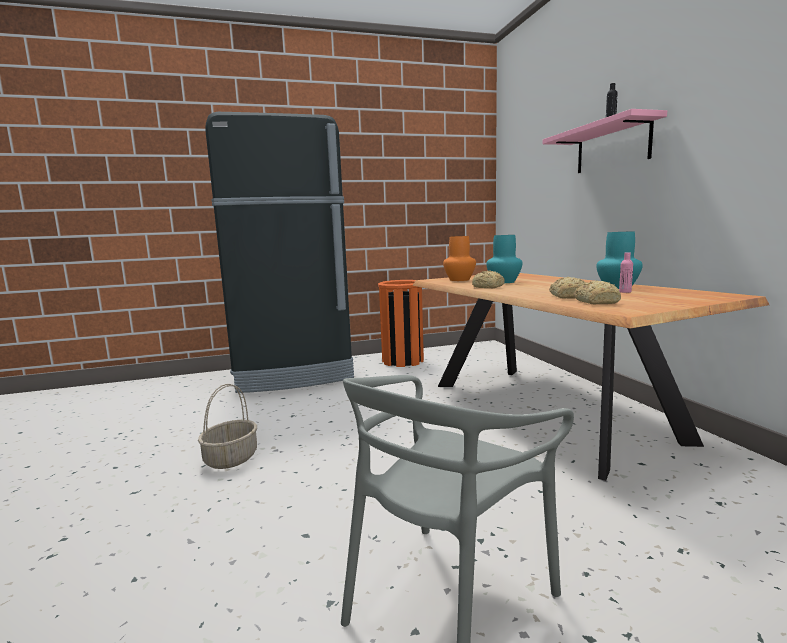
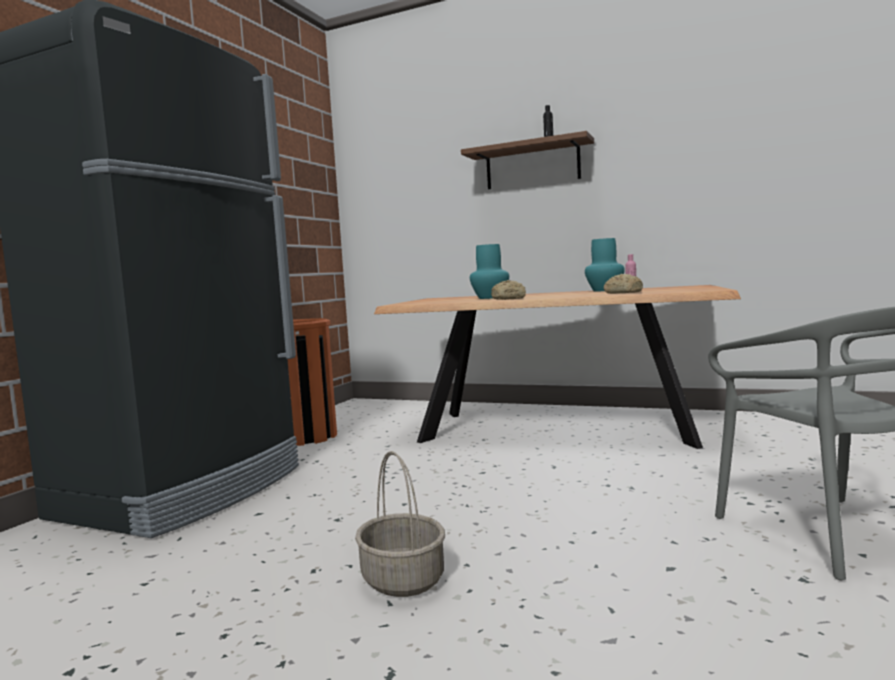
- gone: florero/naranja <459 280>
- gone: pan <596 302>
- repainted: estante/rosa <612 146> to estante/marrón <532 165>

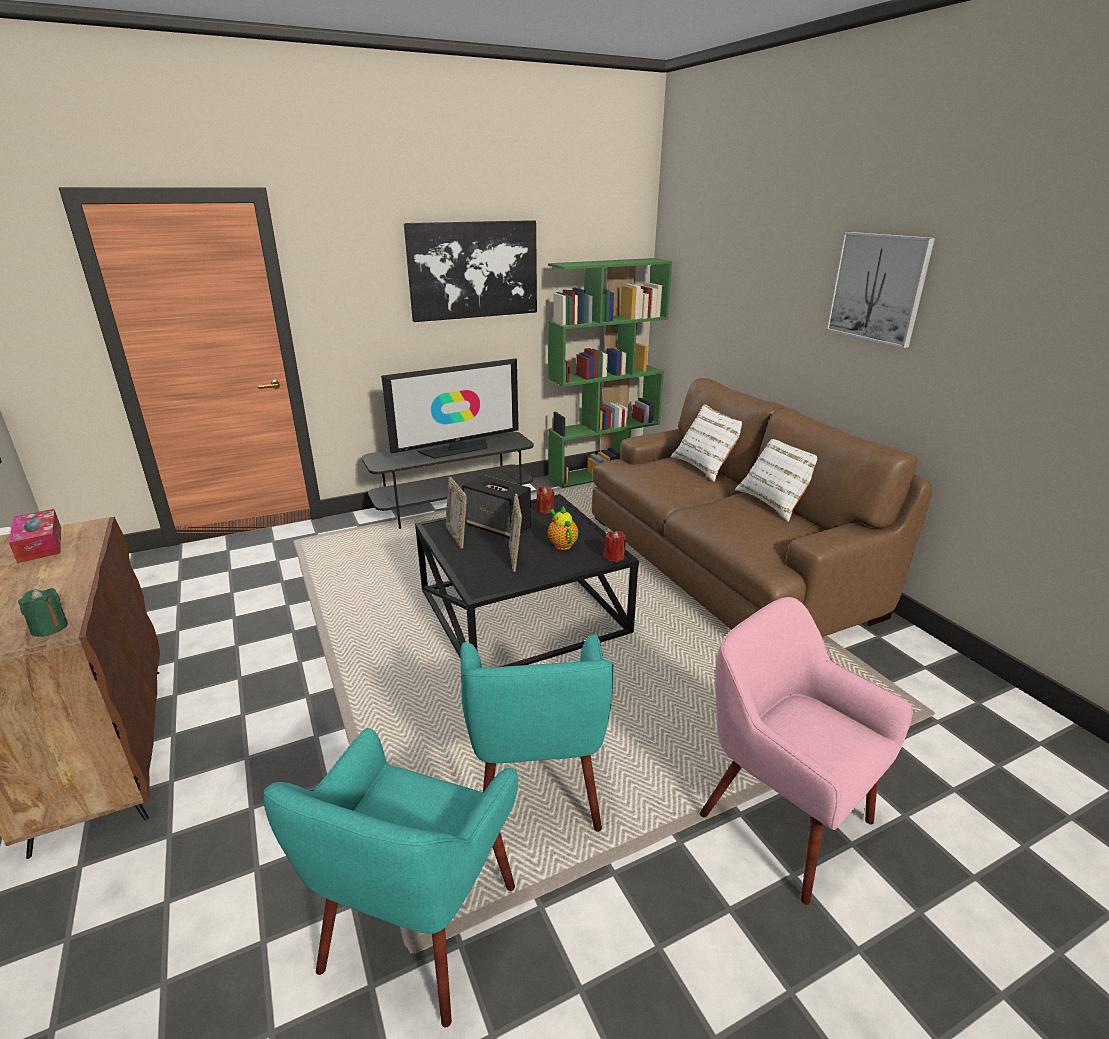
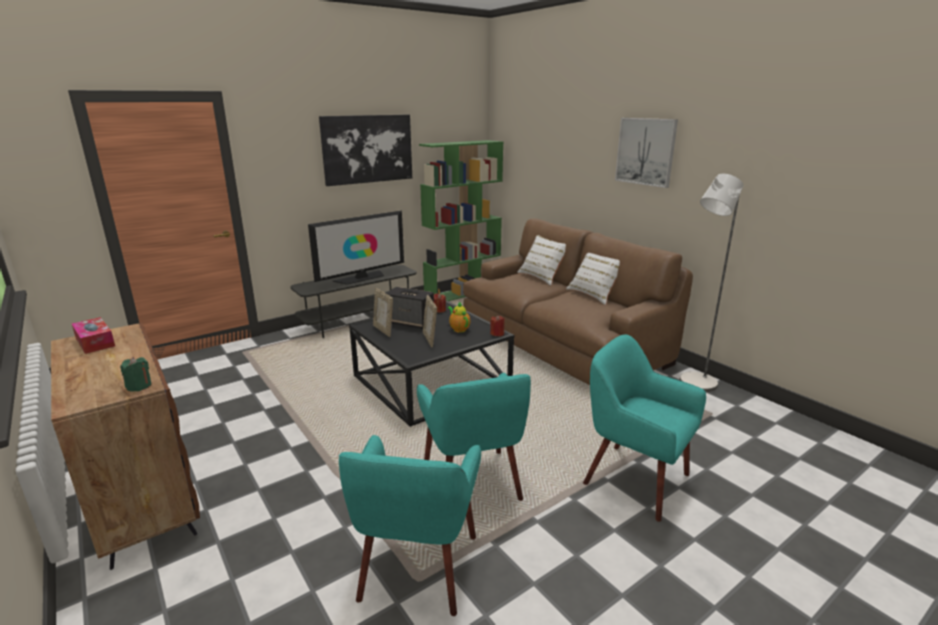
- new: lámpara de pie/gris <694 384>
- repainted: sillón/rosa <782 818> to sillón/turquesa <634 479>

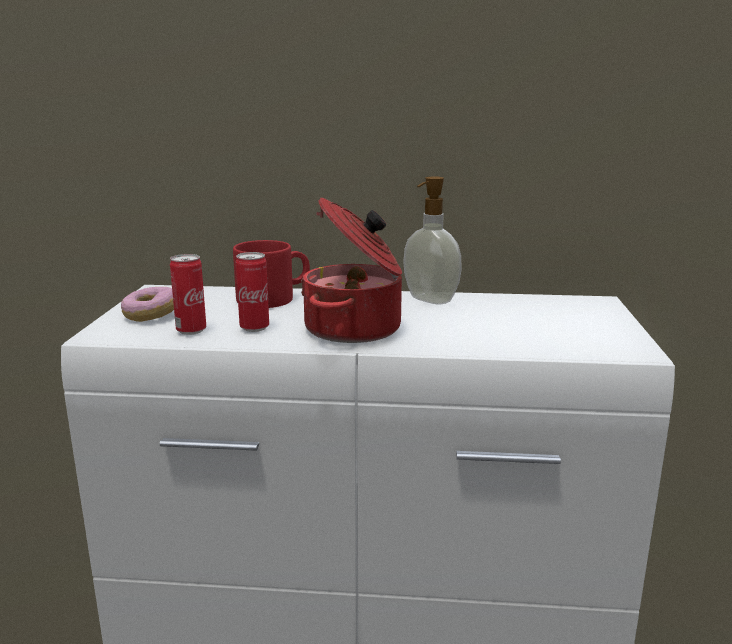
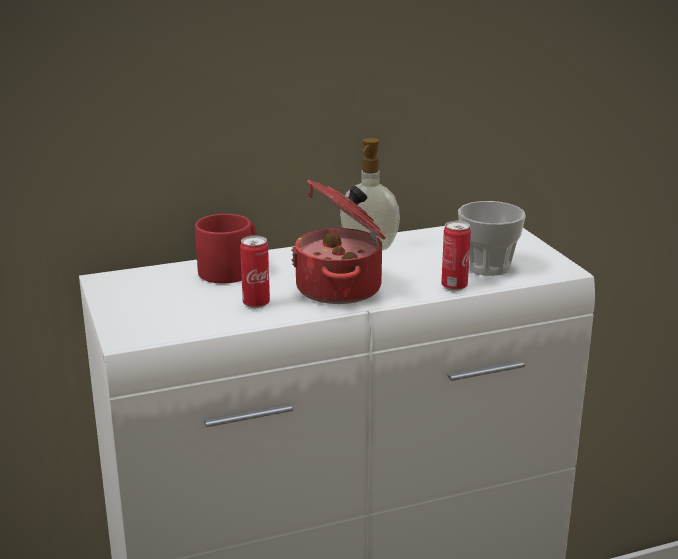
- gone: rosquilla <150 315>
- new: taza <487 266>
- shifted: lata <191 331> to <454 286>

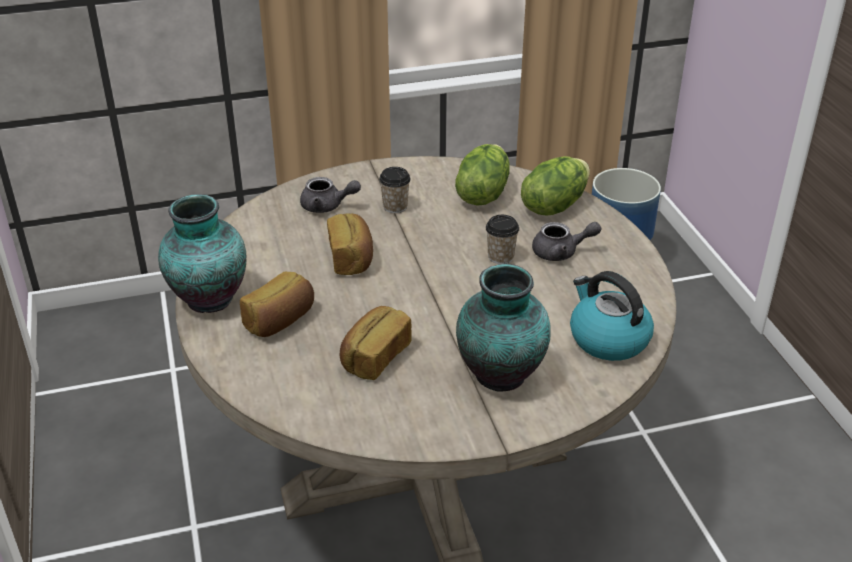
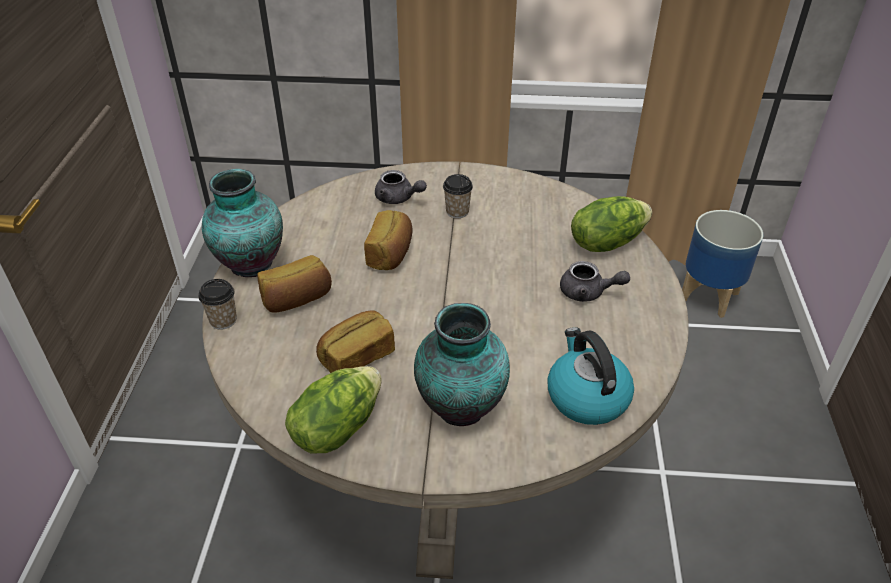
- shifted: lechuga <482 194> to <336 427>
- shifted: taza <500 257> to <223 320>

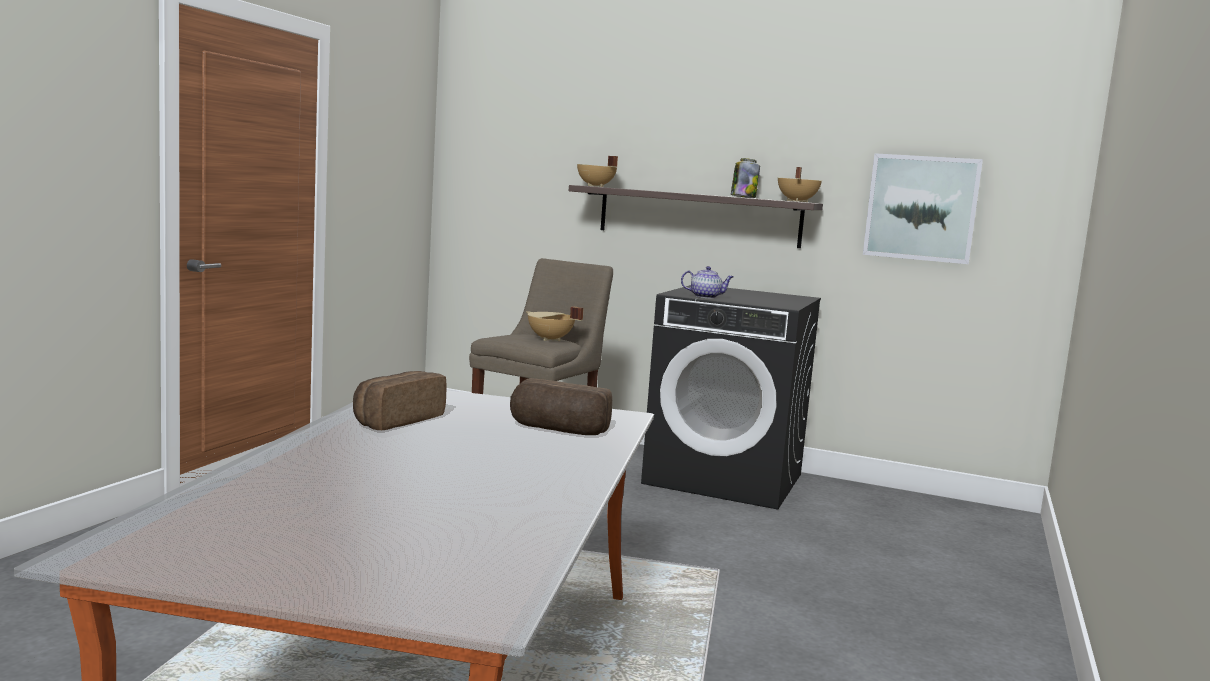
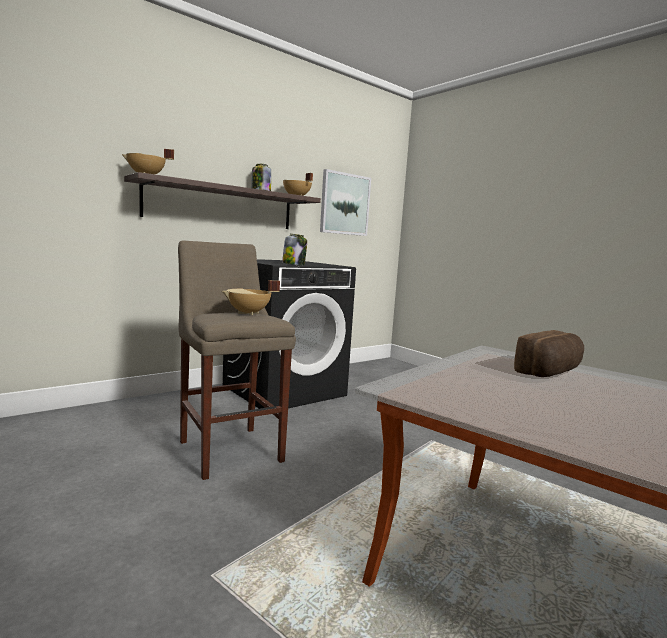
- gone: pan <396 420>
- swapped: tetera <706 297> to tarro <294 264>

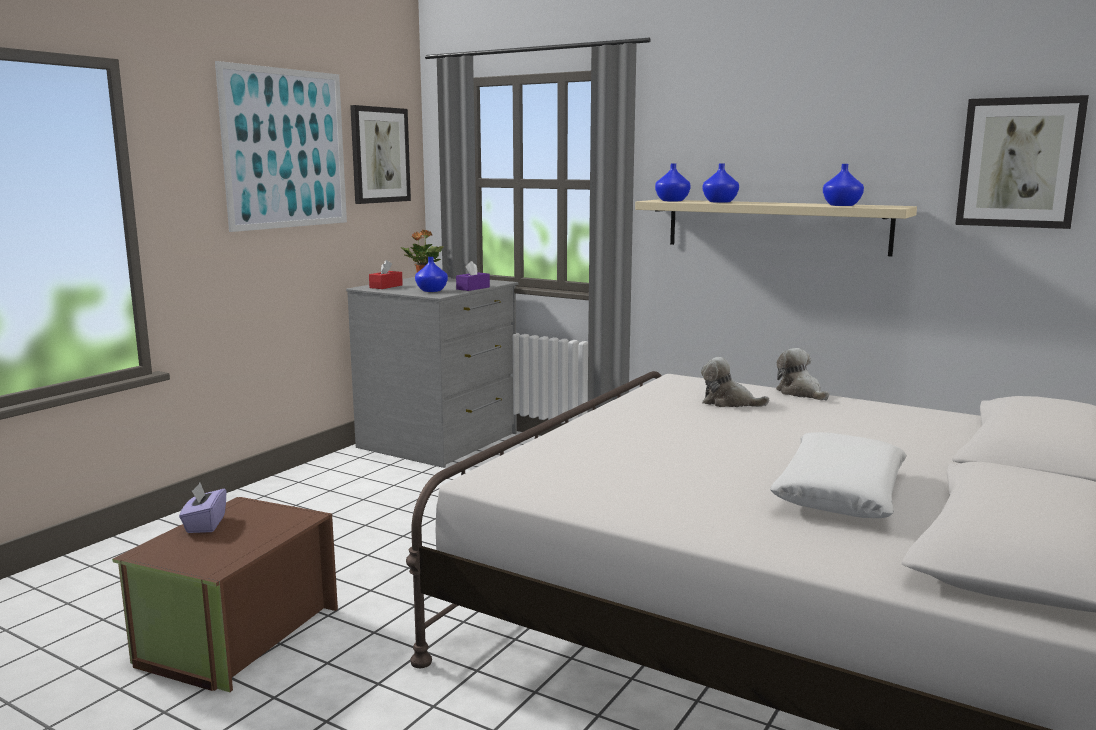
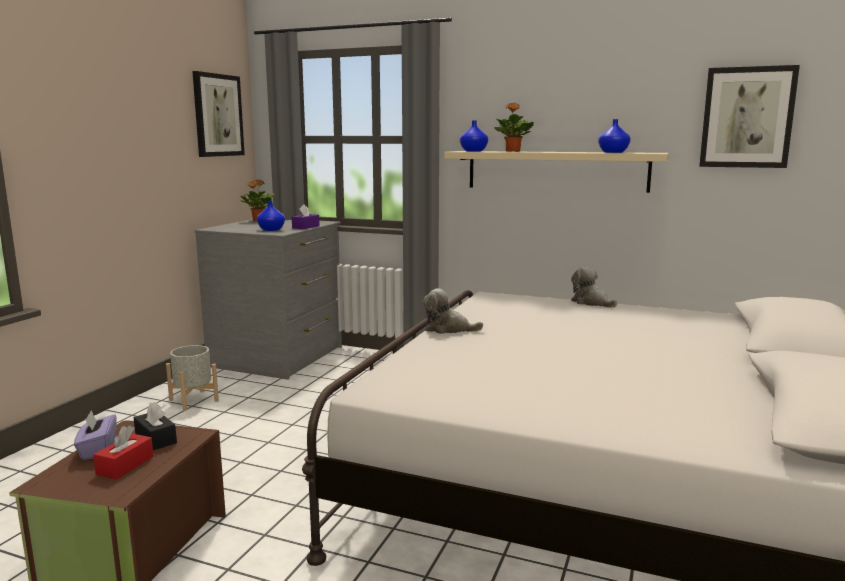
- gone: cuadro <286 149>
- gone: cojín/blanco <839 492>
- new: caja de pañuelos/negro <156 439>
- new: maceta/gris <193 400>
- shifted: caja de pañuelos/rojo <386 286> to <125 465>
- shifted: peluche <728 403> to <448 329>
- swapped: florero/azul <719 202> to planta en maceta <512 151>

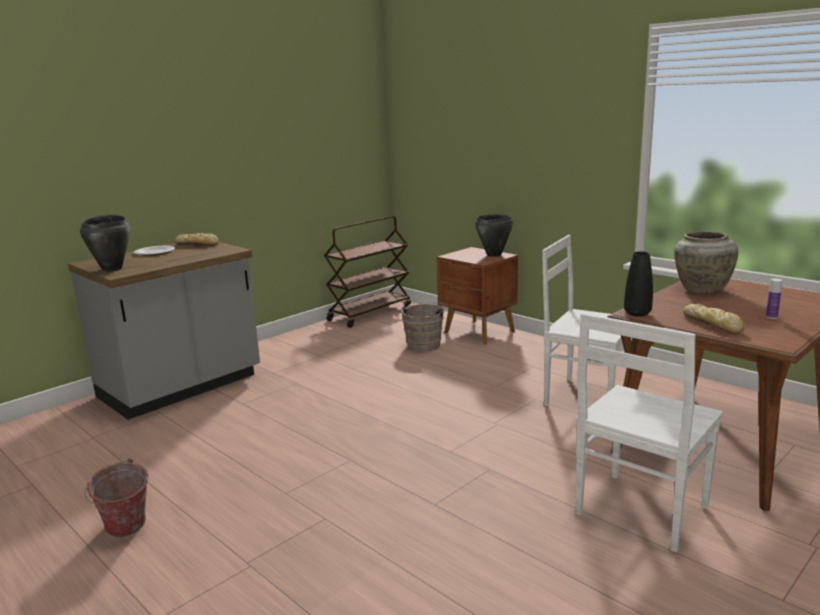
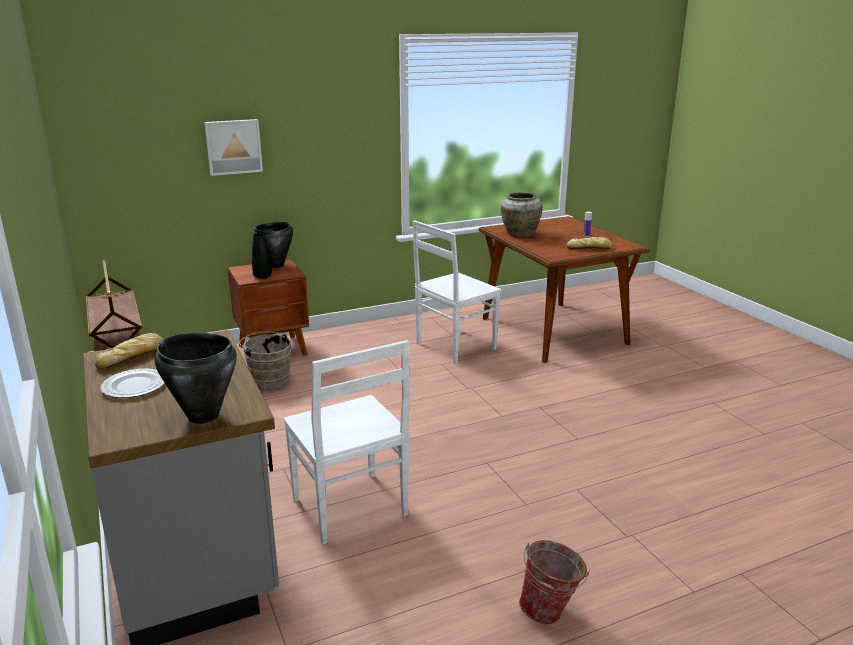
- new: cuadro <233 146>
- shifted: silla/blanco <639 512> to <350 509>
- shifted: florero/negro <637 313> to <262 276>

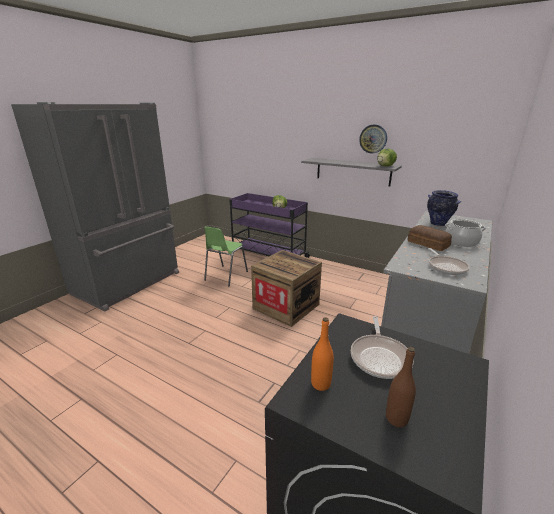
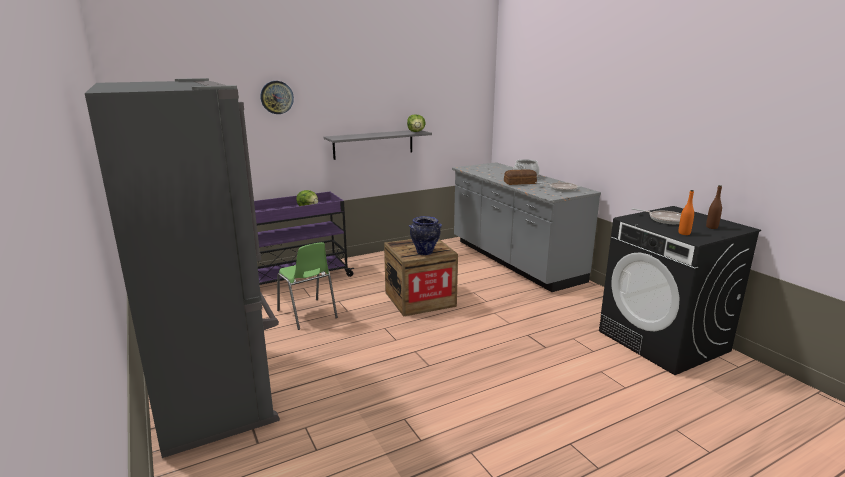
- shifted: reloj de pared <373 139> to <276 97>
- shifted: florero <438 224> to <425 252>

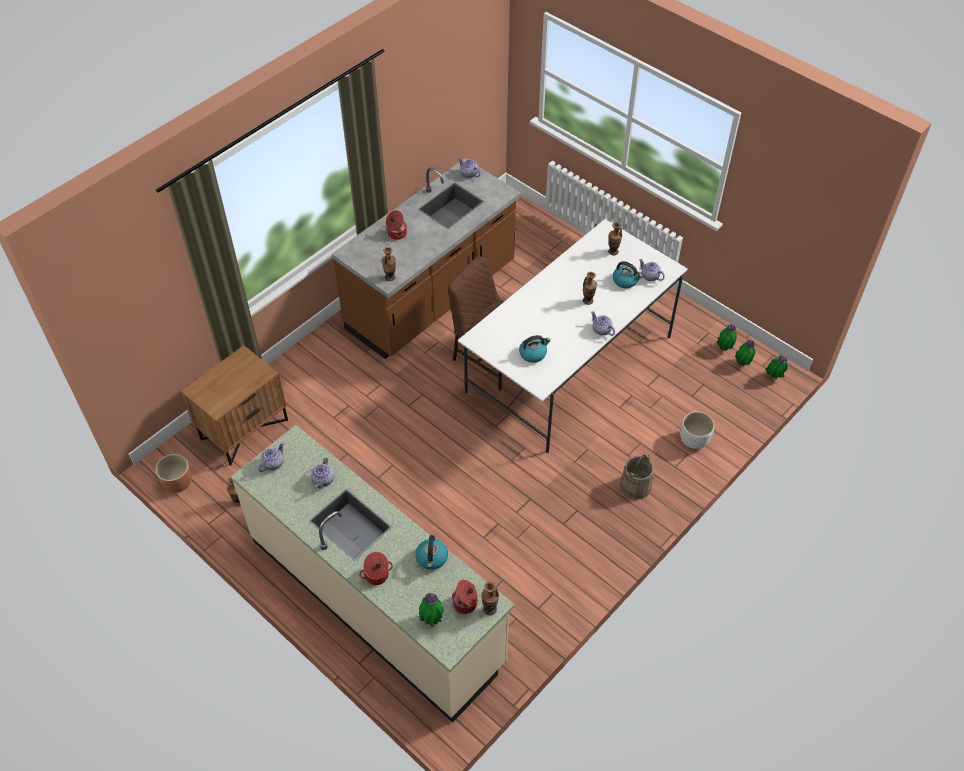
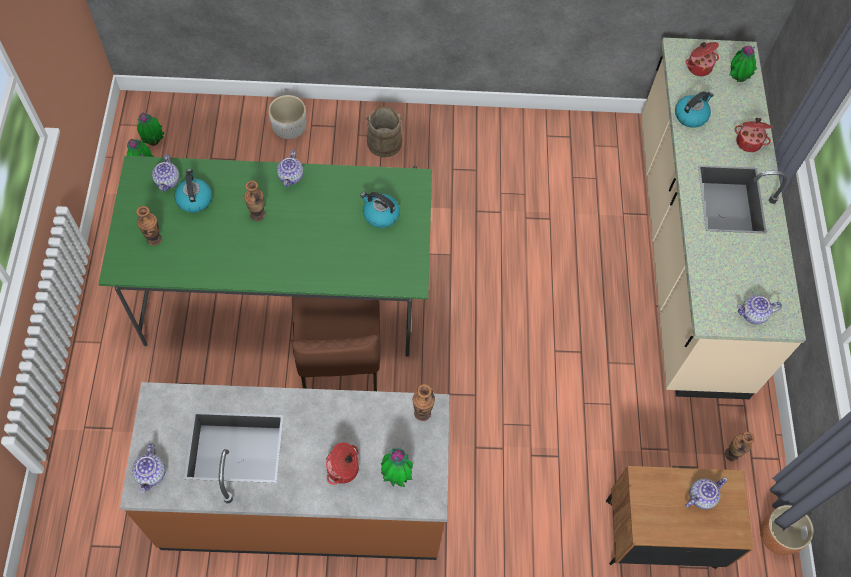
- gone: florero <489 609>
- shifted: tetera <323 479> to <701 497>
- shifted: planta en maceta <773 377> to <396 475>
- repainted: mesa de comedor/blanco <569 364> to mesa de comedor/verde <283 286>

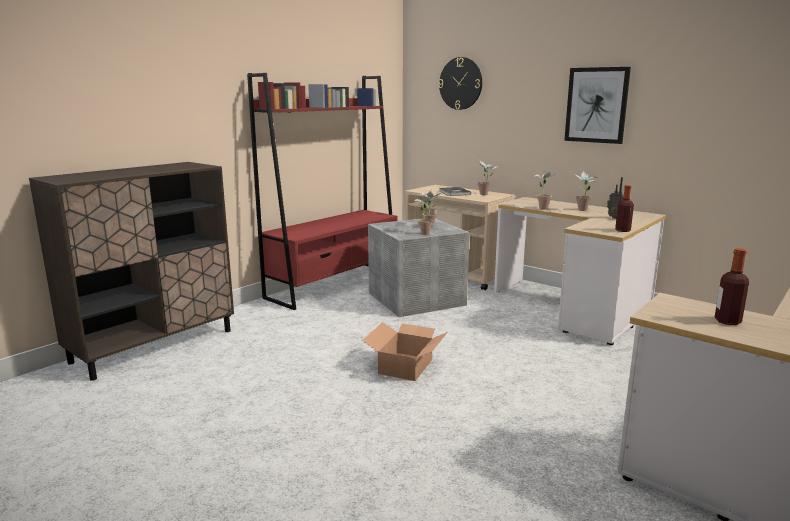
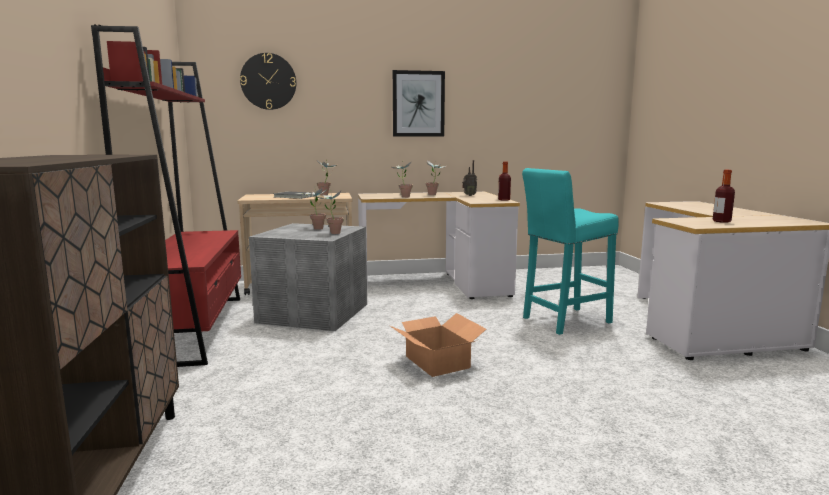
- new: taburete/turquesa <563 321>

